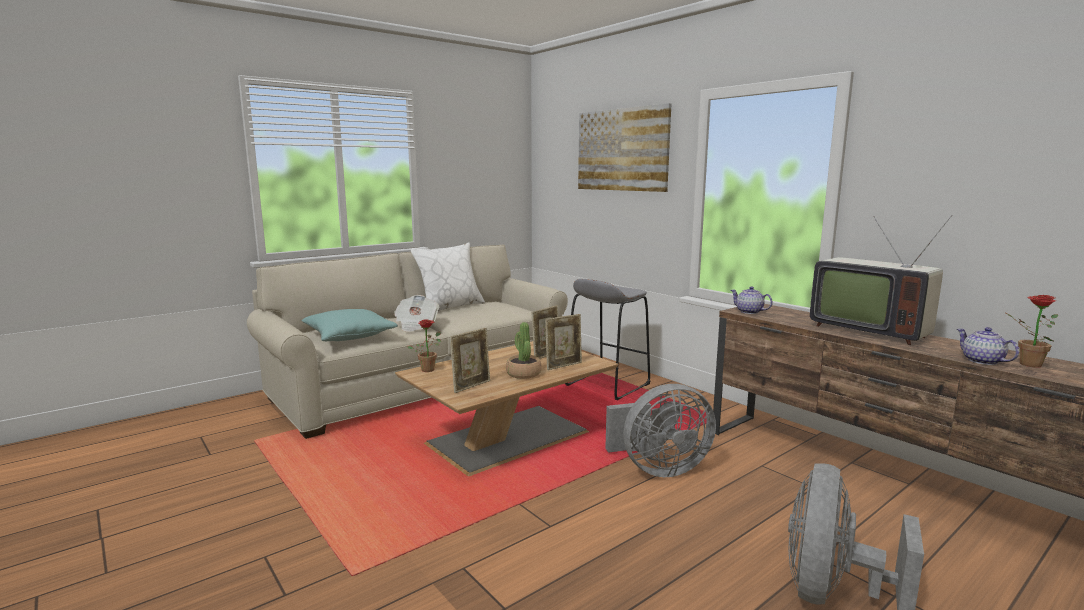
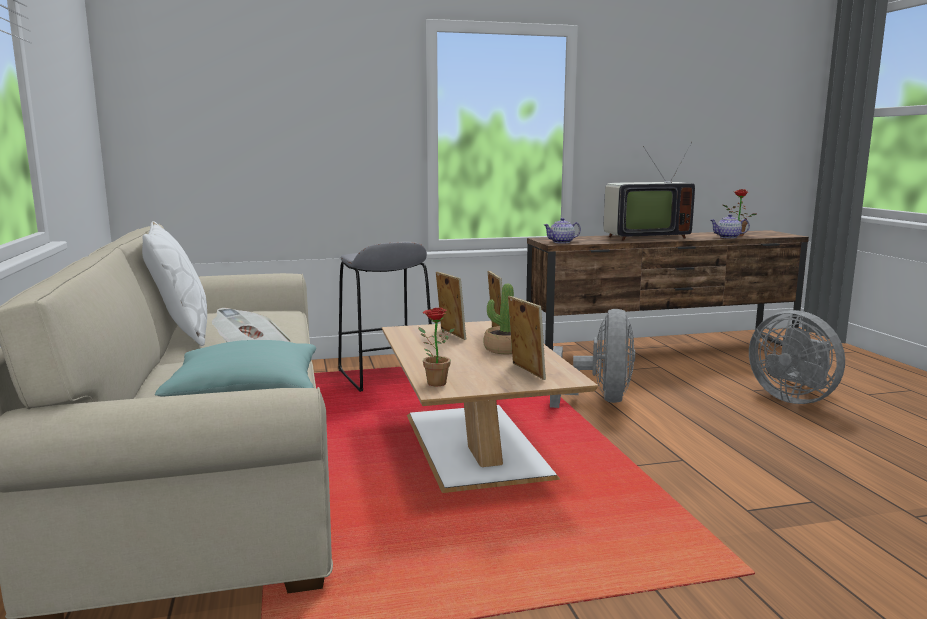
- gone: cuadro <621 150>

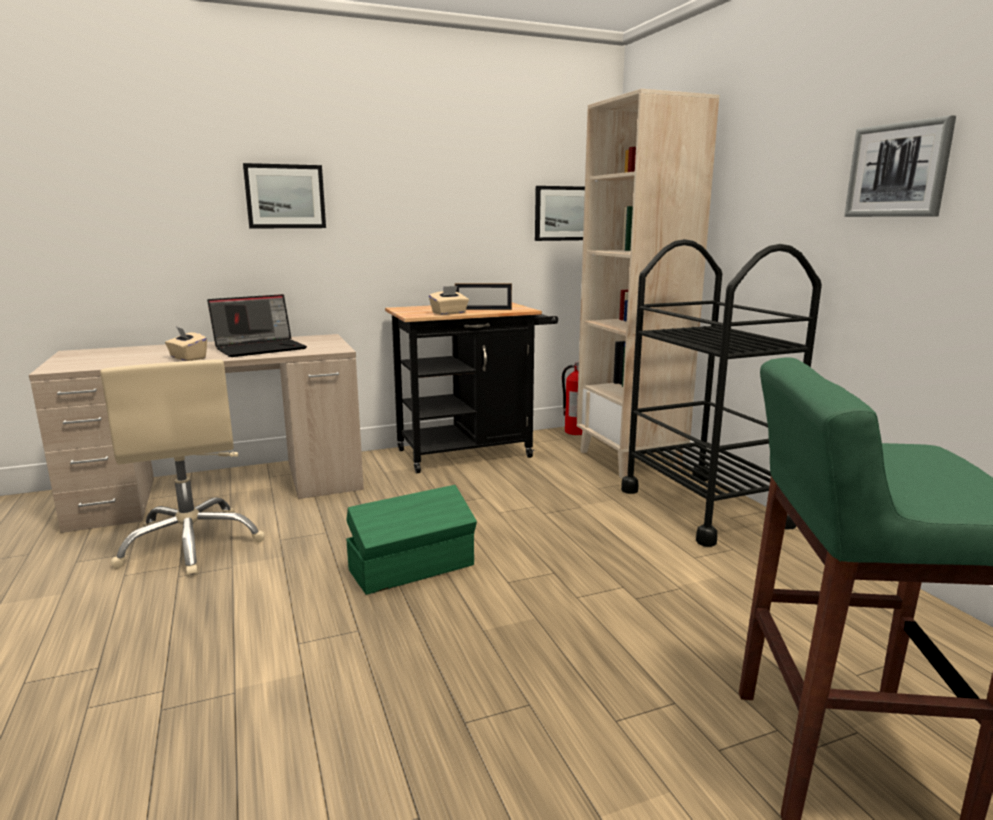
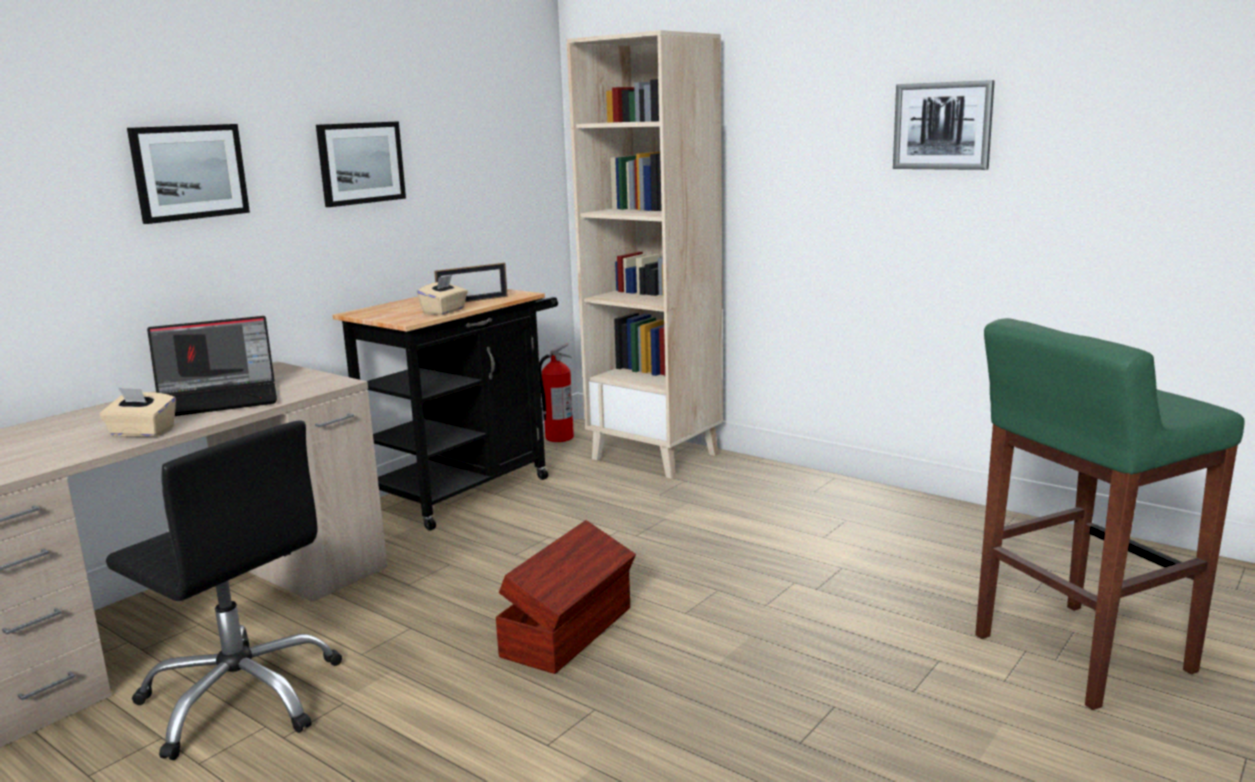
- gone: carrito/negro <703 507>
- shifted: cuadro <564 213> to <360 163>
- repainted: silla de oficina/beis <192 544> to silla de oficina/negro <242 697>
- repainted: caja de almacenaje/verde <413 568> to caja de almacenaje/marrón <570 631>
- rotated: portátil <261 348> = <219 399> 45 degrees clockwise

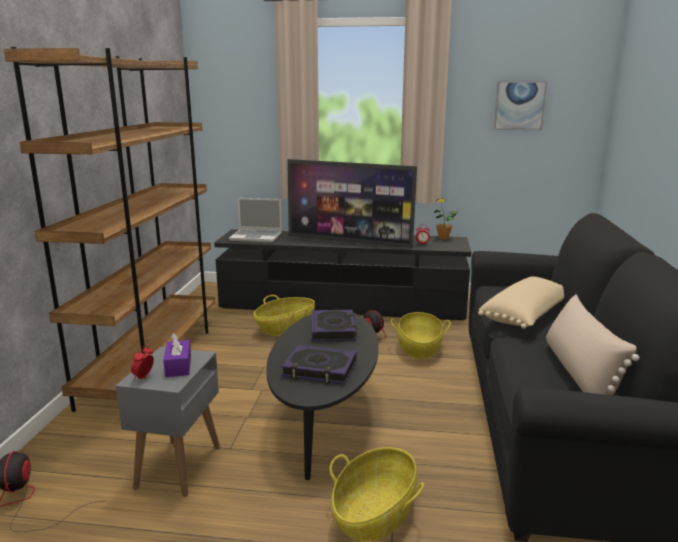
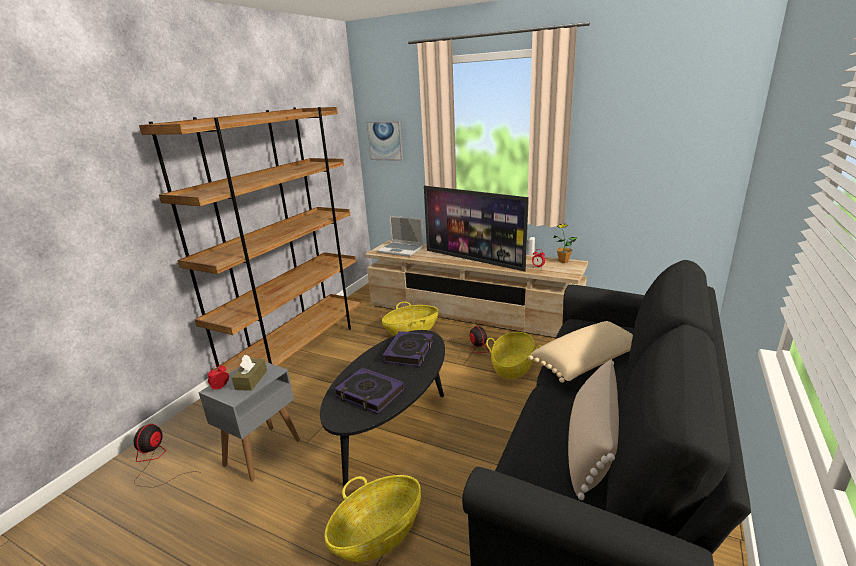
- shifted: cuadro <519 105> to <385 141>
- repainted: caja de pañuelos/morado <178 366> to caja de pañuelos/marrón <251 380>
- repainted: mueble de televisión/negro <342 305> to mueble de televisión/beis <471 312>

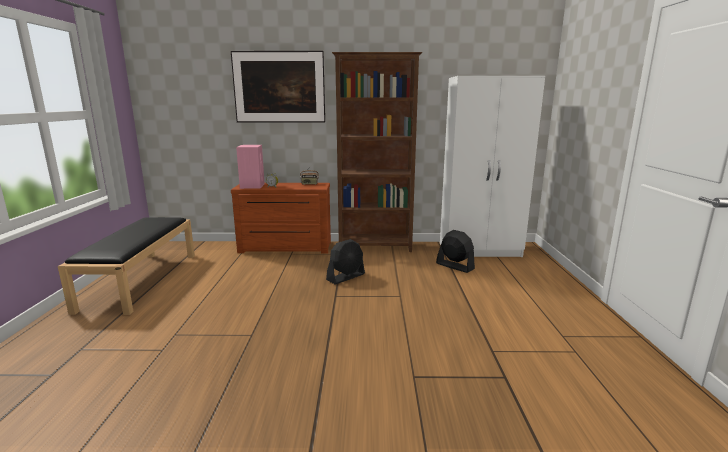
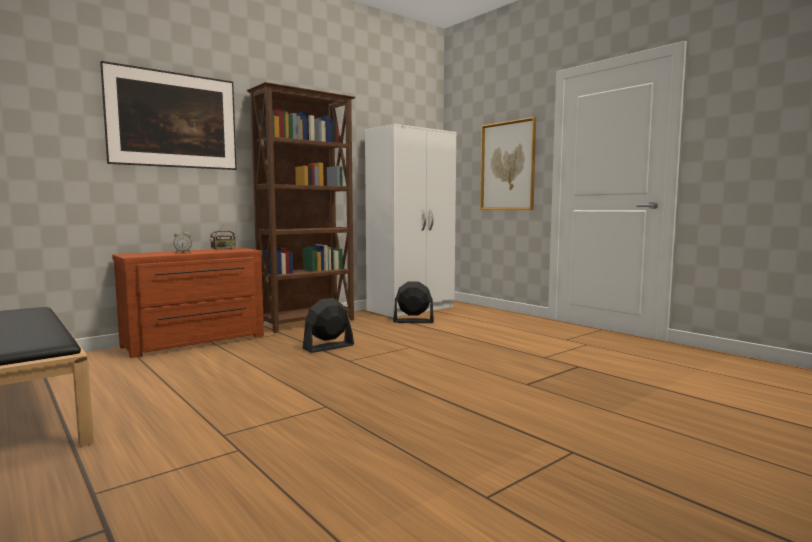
- gone: altavoz/rosa <252 186>
- new: cuadro <507 166>
- rotated: ventilador/negro <346 277> = <328 347> 135 degrees counterclockwise

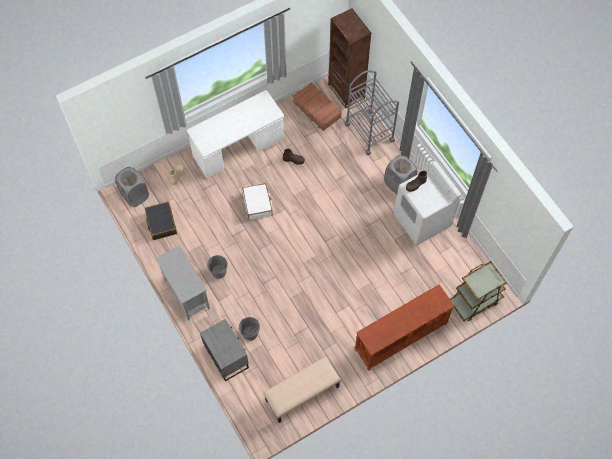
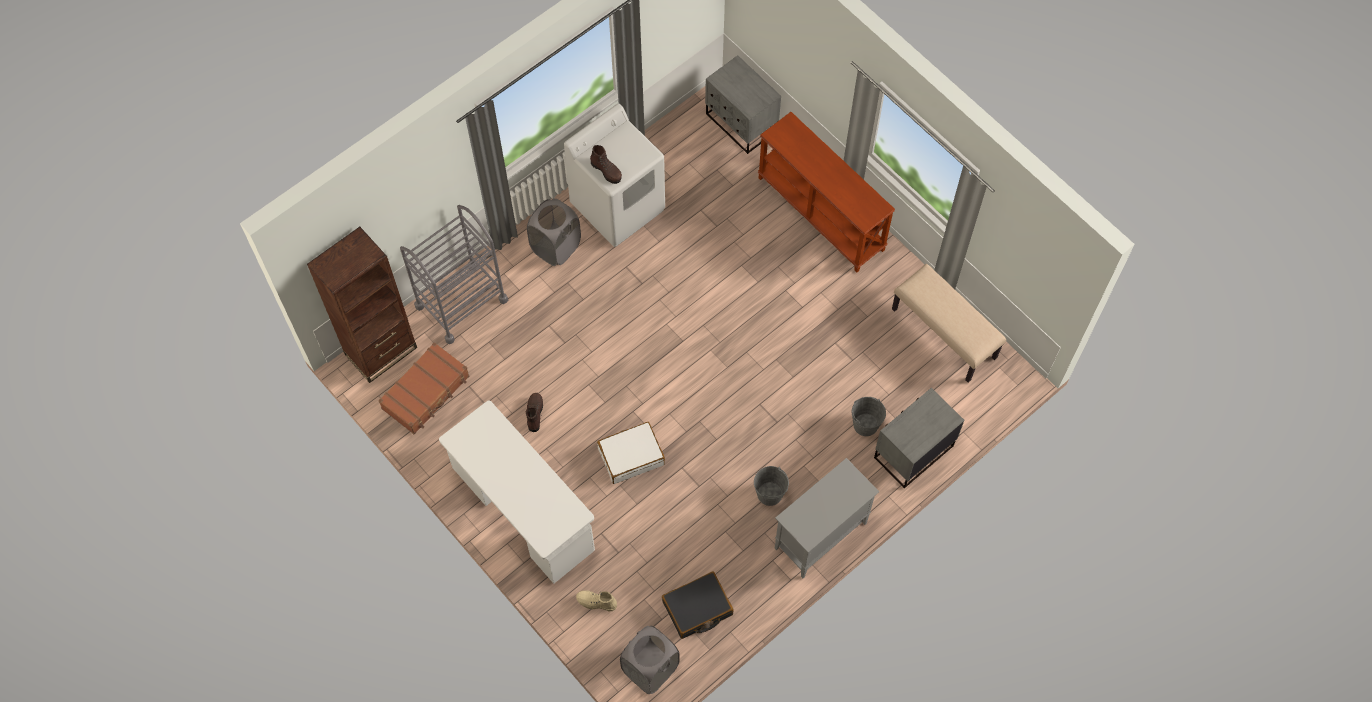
- swapped: carrito/marrón <475 301> to mesita de noche/gris <741 123>

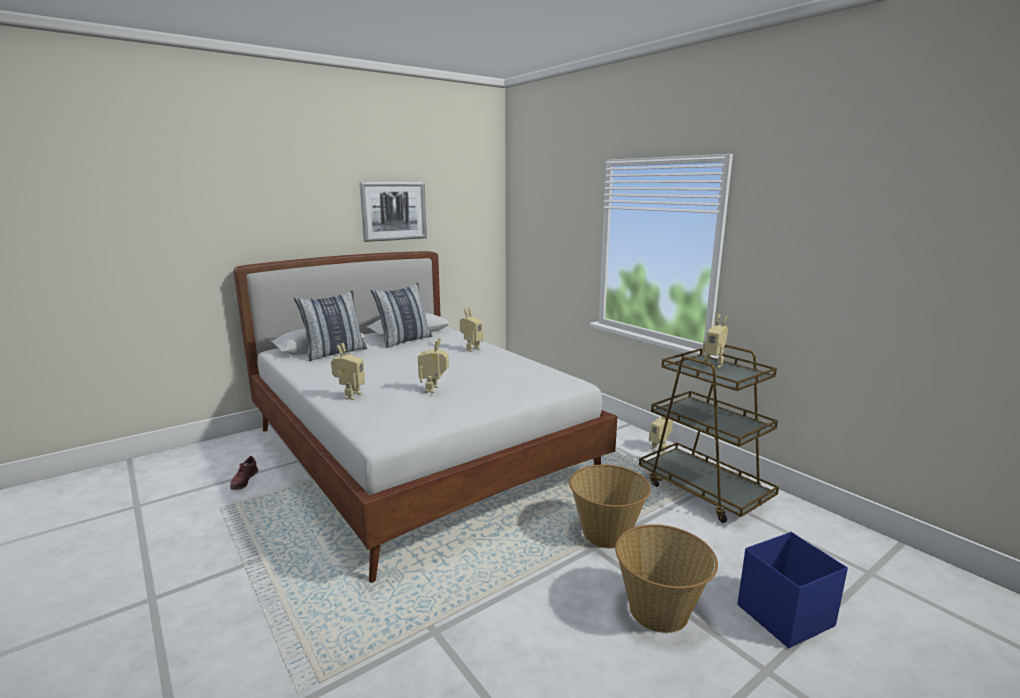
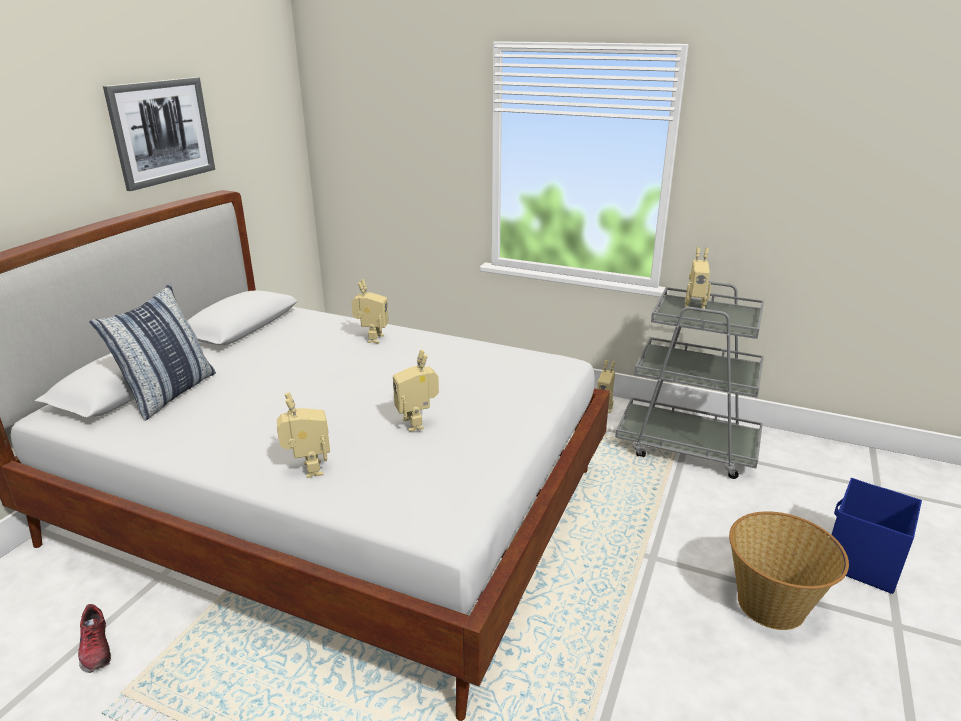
- gone: cojín <404 340>
- gone: cesta <606 533>
- repainted: carrito/marrón <704 491> to carrito/gris <687 447>

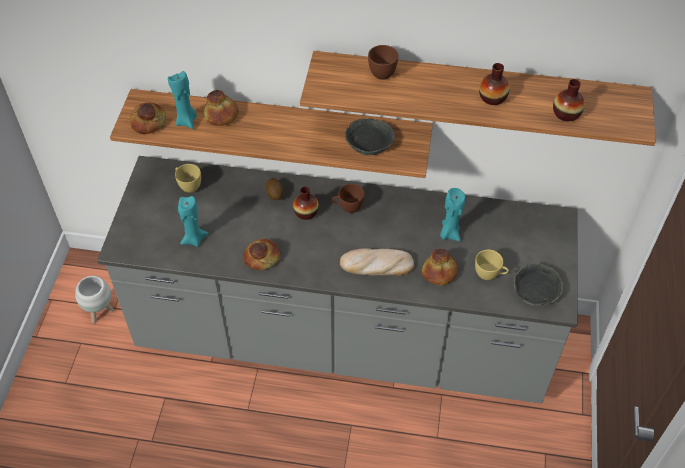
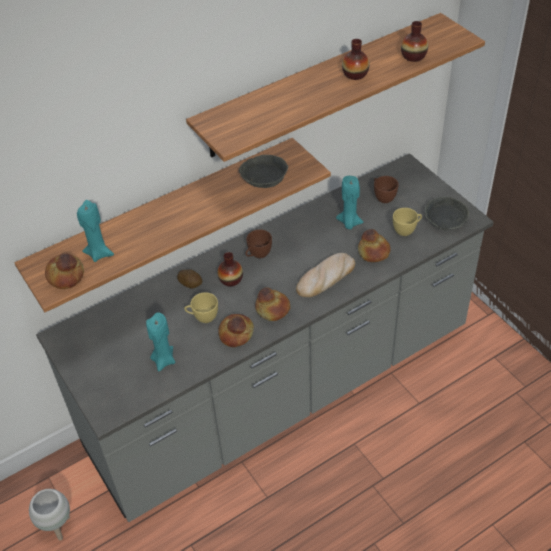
- shifted: taza/amarillo <188 185> to <202 317>
- shifted: pan <221 115> to <272 309>
- shifted: taza/marrón <382 71> to <383 197>

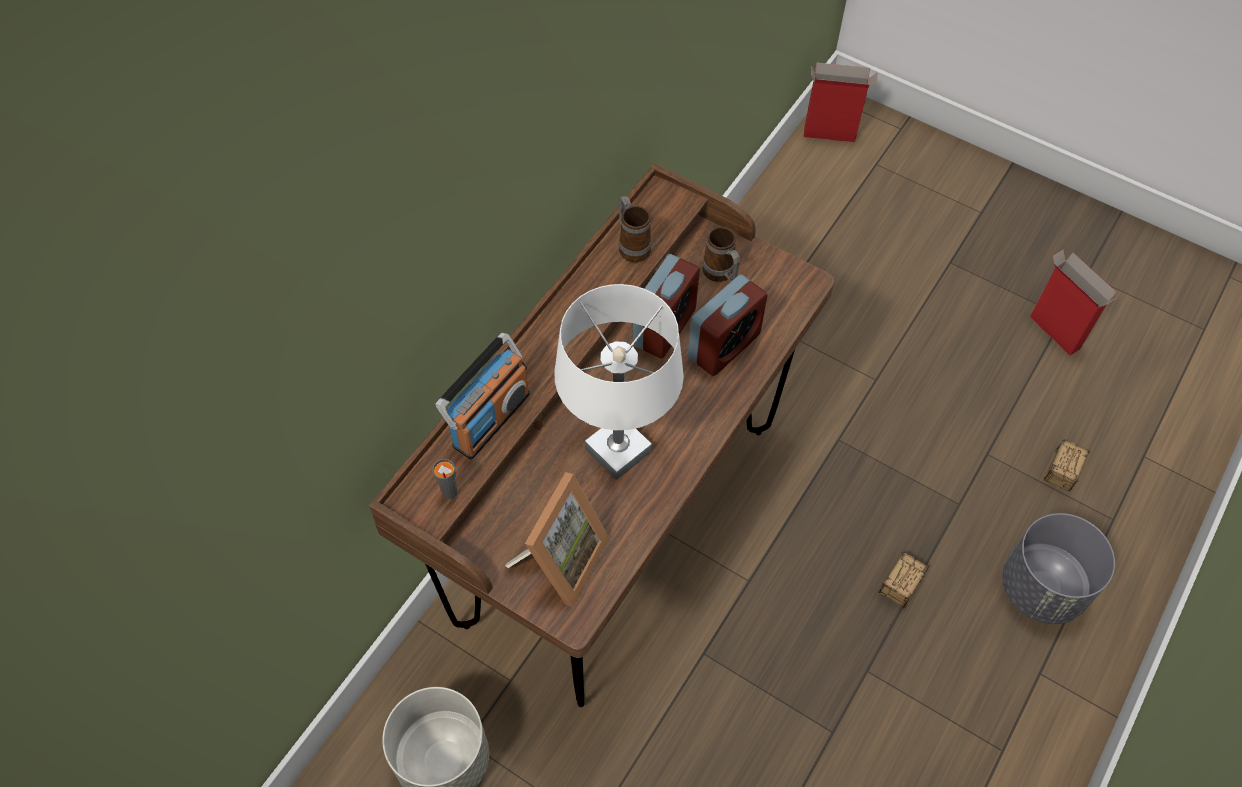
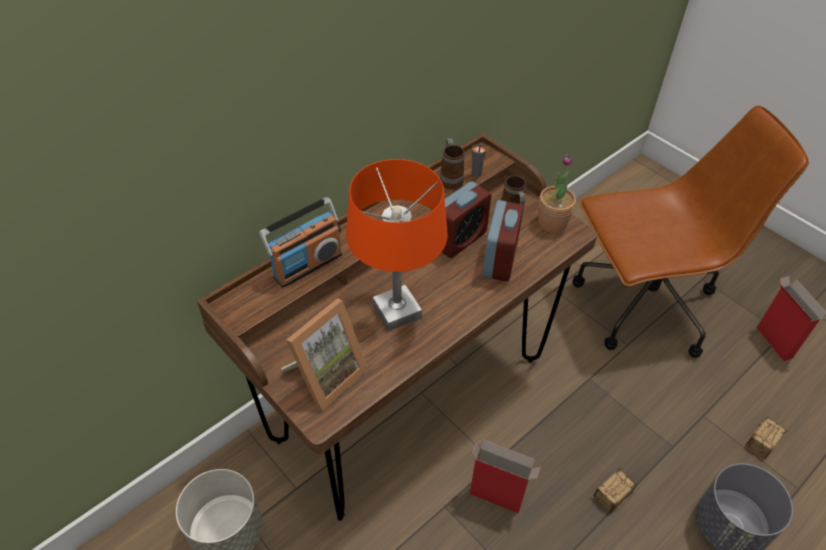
- new: planta en maceta <552 223>
- new: silla de oficina/marrón <642 306>
- shifted: taza/gris <449 492> to <476 174>
- shifted: caja de cartón <830 134> to <497 498>
- repainted: lámpara de mesa/blanco <618 451> to lámpara de mesa/naranja <397 312>
- rotated: despertador <724 346> = <499 260> 45 degrees counterclockwise

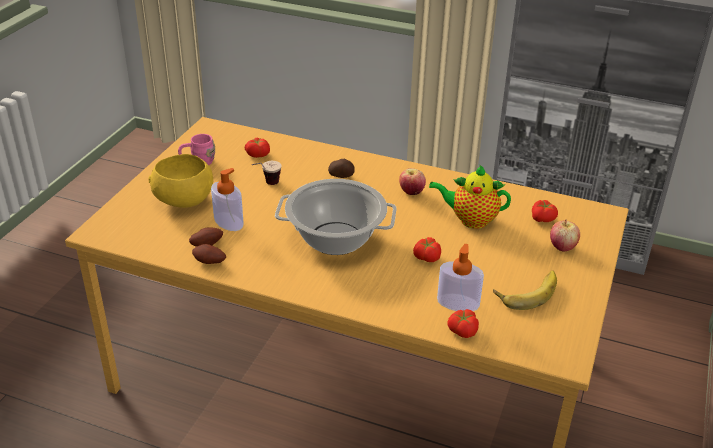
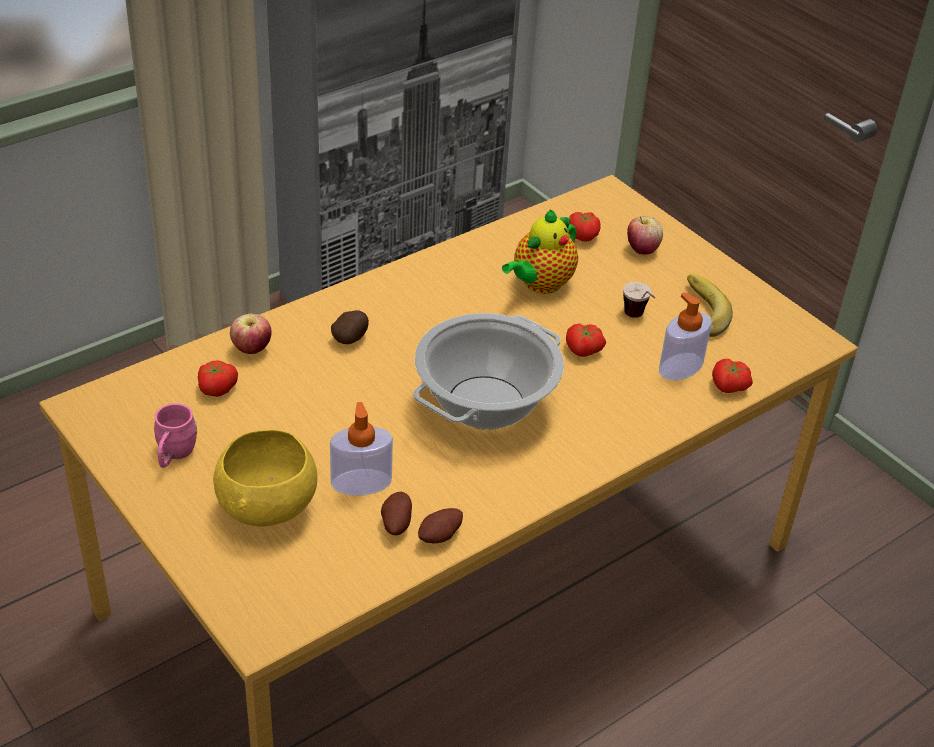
- shifted: taza <266 185> to <638 319>
- shifted: manzana <411 192> to <251 349>

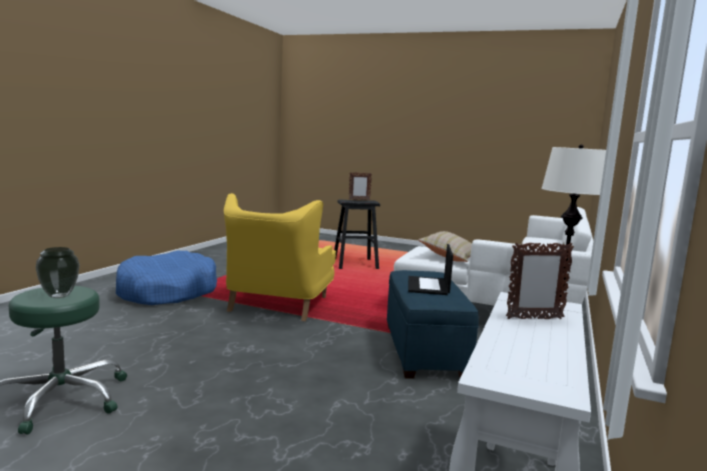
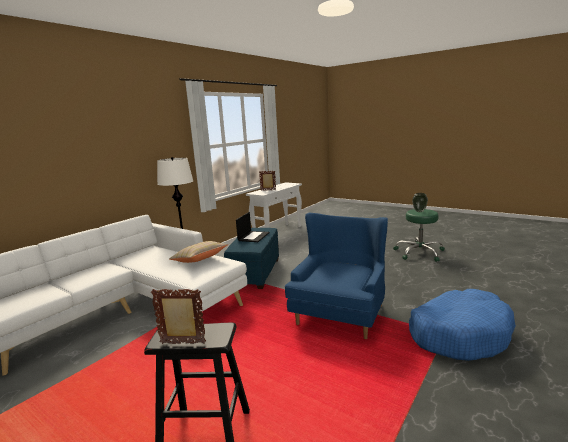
- repainted: sillón/amarillo <277 305> to sillón/azul <341 313>

